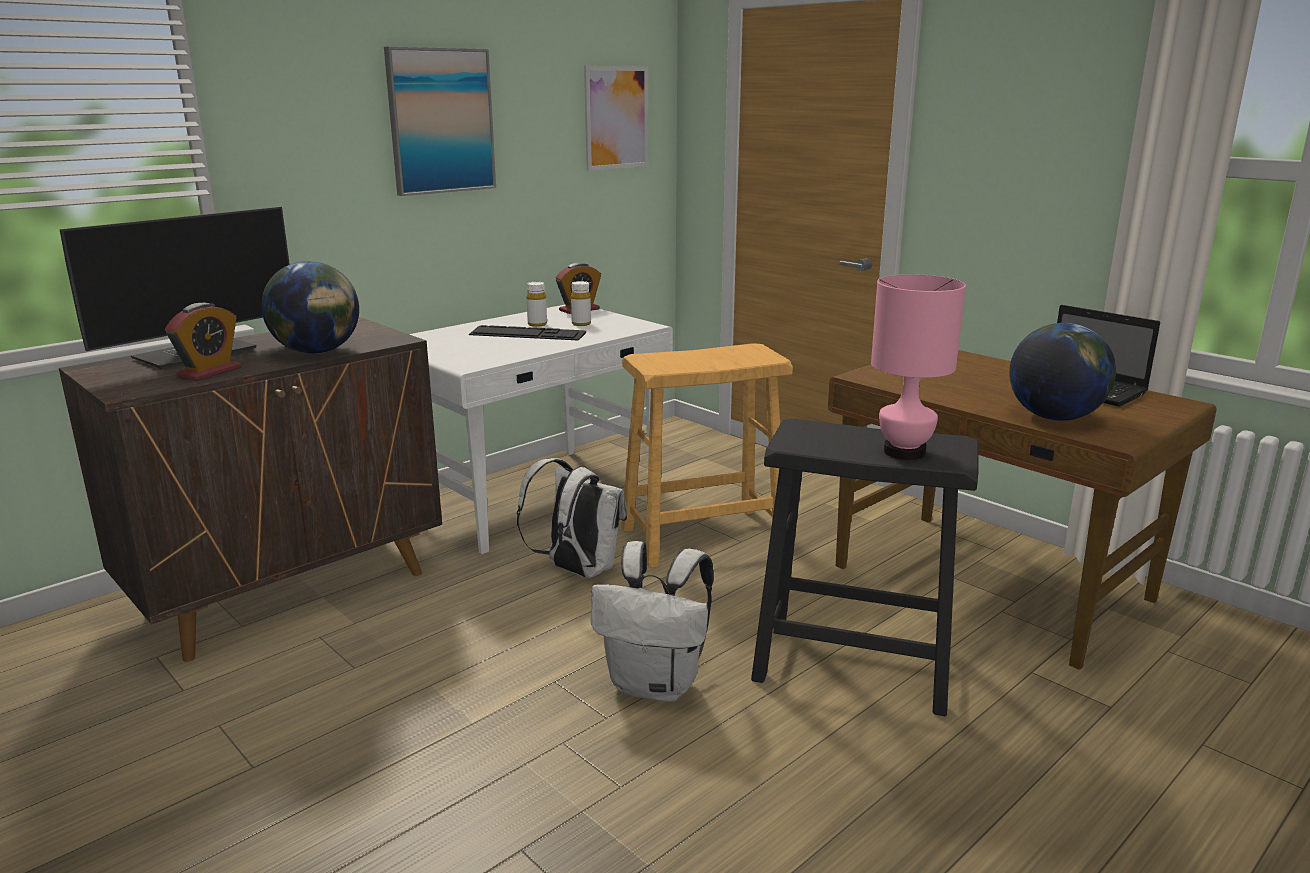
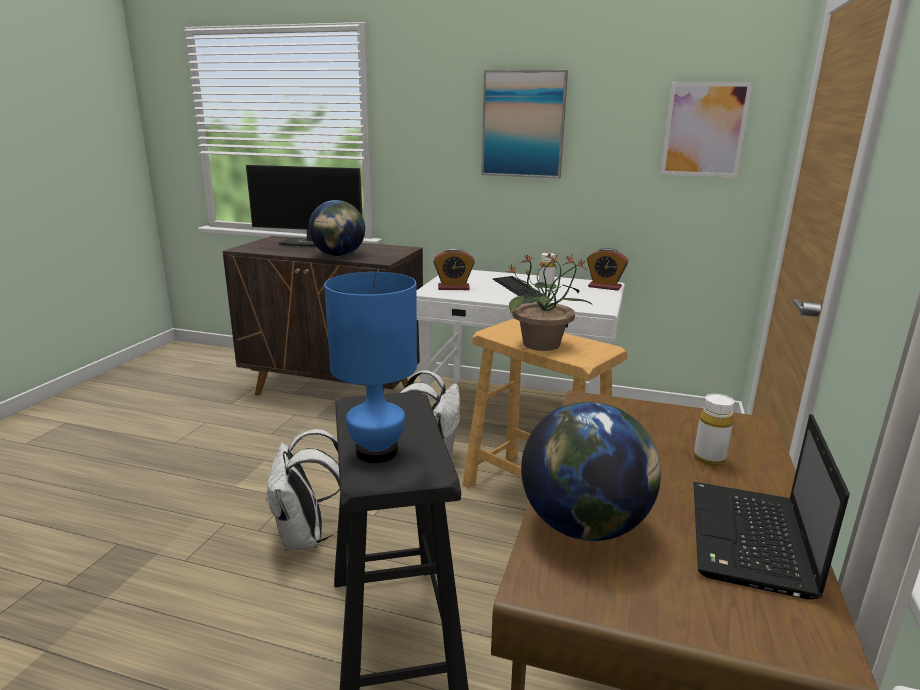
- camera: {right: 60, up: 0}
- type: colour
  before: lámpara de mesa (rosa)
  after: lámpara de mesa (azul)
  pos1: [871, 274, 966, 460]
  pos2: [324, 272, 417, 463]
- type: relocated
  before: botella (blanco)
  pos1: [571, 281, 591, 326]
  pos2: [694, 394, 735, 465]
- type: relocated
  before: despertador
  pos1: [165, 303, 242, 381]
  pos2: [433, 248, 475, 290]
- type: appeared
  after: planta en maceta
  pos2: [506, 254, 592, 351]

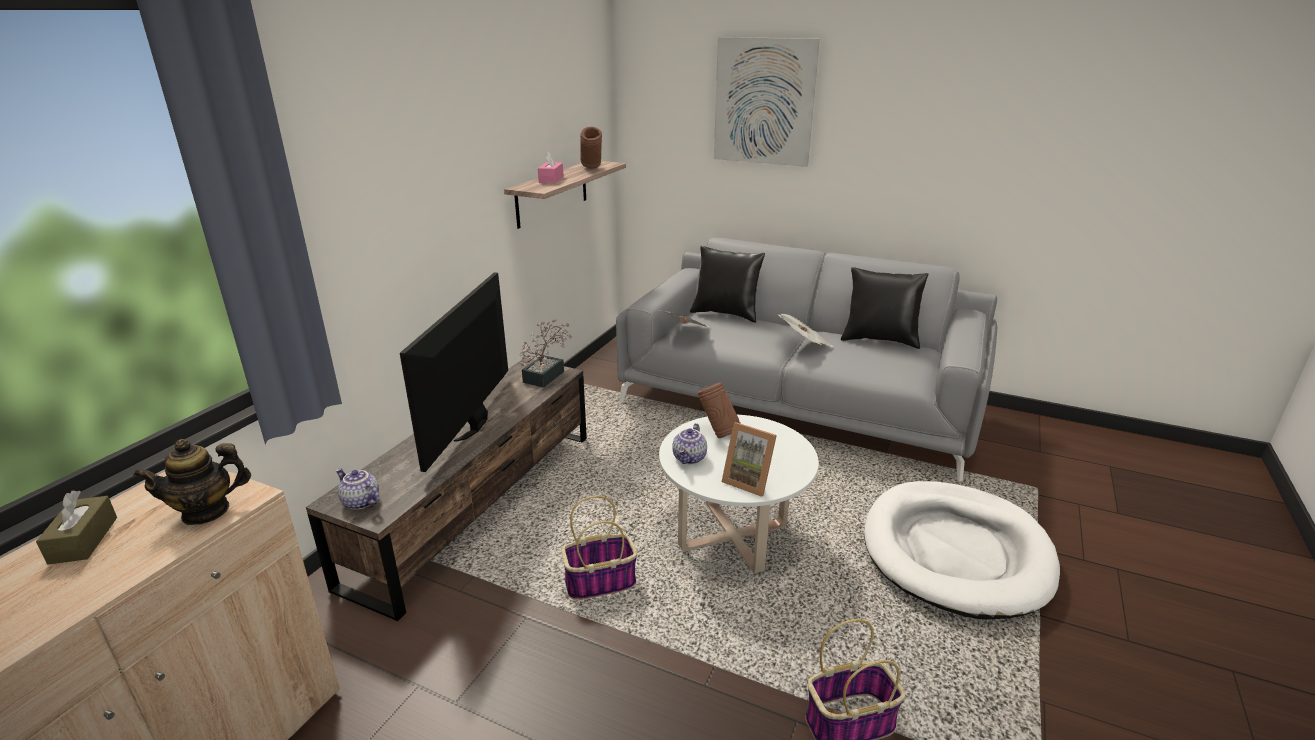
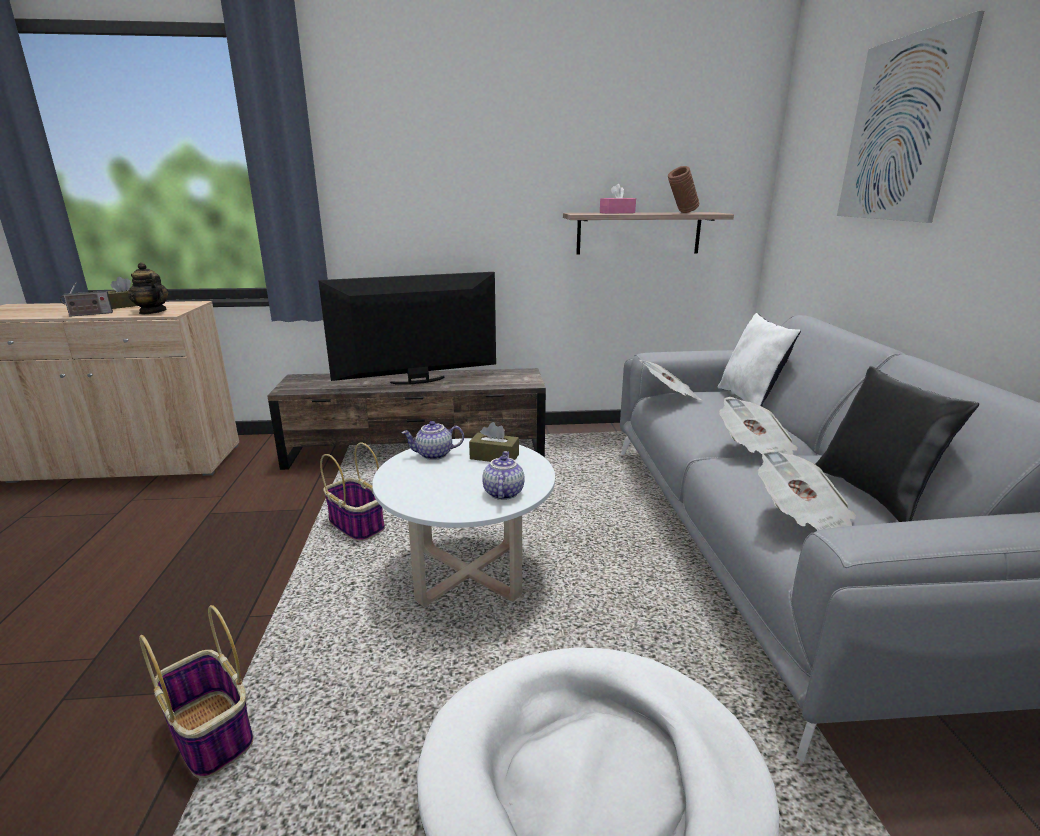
- camera: {right: 60, up: -5}
- type: colour
  before: cojín (negro)
  after: cojín (blanco)
  pos1: [690, 246, 765, 323]
  pos2: [718, 313, 801, 407]
- type: missing
  before: planta en maceta
  pos1: [520, 319, 572, 388]
- type: exchanged
  before: florero (marrón)
  after: caja de pañuelos (marrón)
  pos1: [698, 382, 741, 438]
  pos2: [469, 422, 519, 462]
- type: missing
  before: portarretratos
  pos1: [722, 422, 777, 497]
- type: relocated
  before: tetera
  pos1: [336, 468, 380, 510]
  pos2: [482, 451, 524, 500]
- type: appeared
  after: radio
  pos2: [60, 281, 113, 317]
- type: appeared
  after: periódico
  pos2: [758, 449, 856, 530]

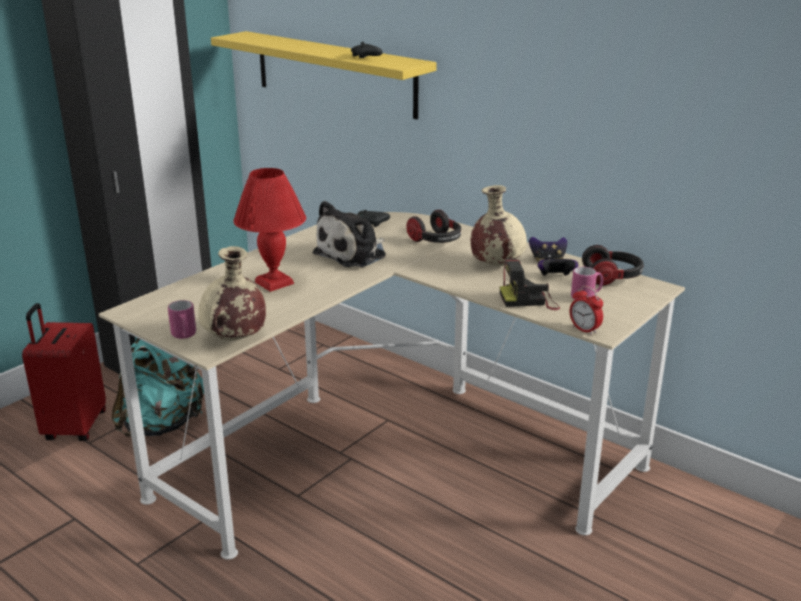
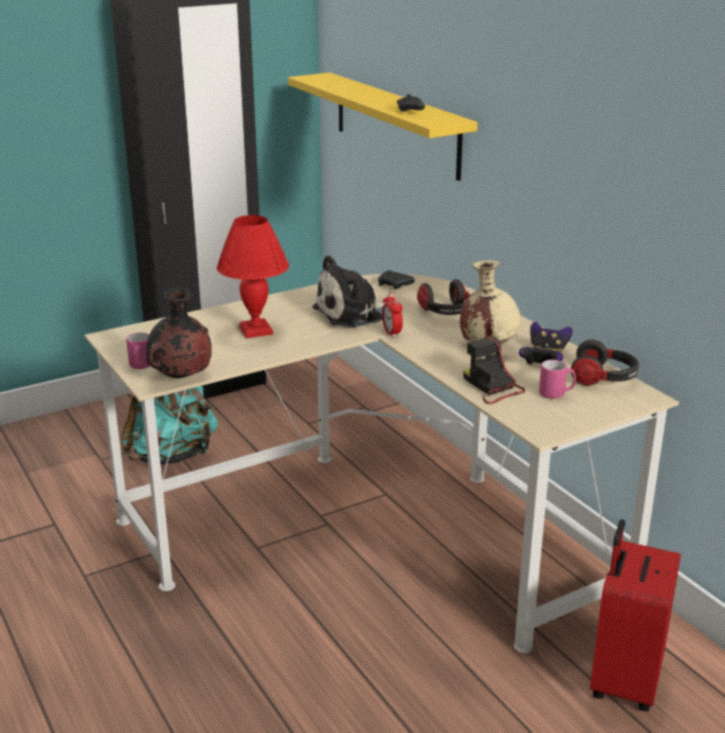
- camera: {right: 20, up: 0}
- type: colour
  before: florero (beis)
  after: florero (negro)
  pos1: [198, 246, 266, 341]
  pos2: [146, 287, 212, 378]
- type: spun
  before: cámara
  pos1: [500, 259, 560, 310]
  pos2: [463, 336, 525, 404]
  turn: 45
- type: relocated
  before: despertador
  pos1: [570, 286, 603, 335]
  pos2: [382, 292, 403, 338]
- type: relocated
  before: maleta (rojo)
  pos1: [22, 303, 106, 441]
  pos2: [590, 519, 681, 712]

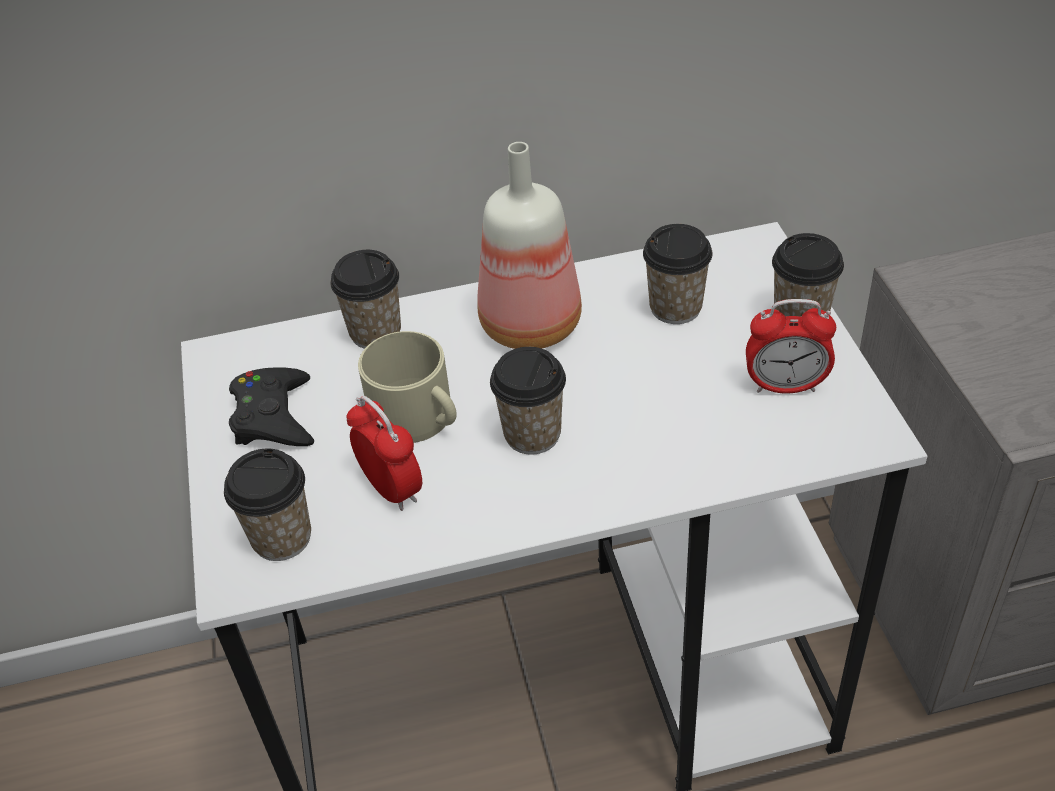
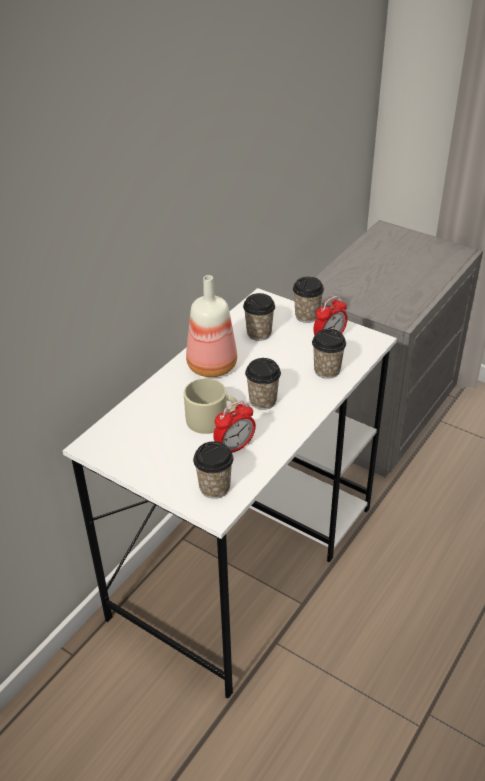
- camera: {right: -45, up: -5}
- type: relocated
  before: taza
  pos1: [330, 250, 401, 349]
  pos2: [312, 329, 346, 379]
- type: missing
  before: mando de consola (negro)
  pos1: [229, 367, 314, 446]
- type: spun
  before: despertador
  pos1: [346, 396, 422, 511]
  pos2: [213, 400, 256, 453]
  turn: 135

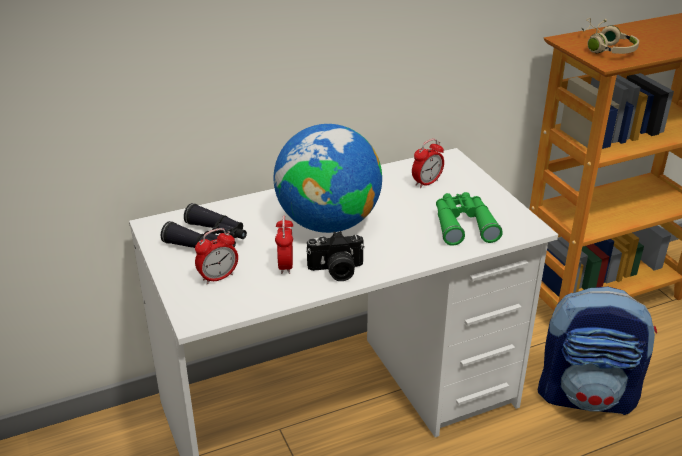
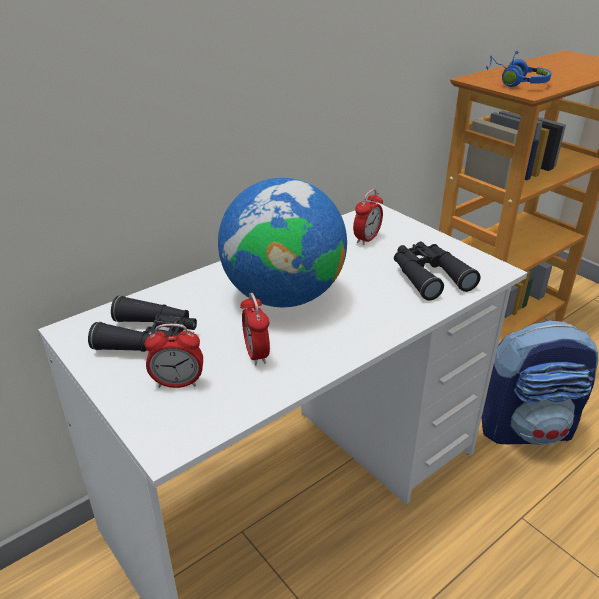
- camera: {right: -15, up: 0}
- type: colour
  before: auriculares (beis)
  after: auriculares (azul)
  pos1: [582, 18, 639, 54]
  pos2: [486, 51, 552, 87]
- type: colour
  before: prismáticos (verde)
  after: prismáticos (negro)
  pos1: [436, 192, 503, 246]
  pos2: [394, 242, 480, 301]
- type: spun
  before: despertador
  pos1: [195, 228, 238, 285]
  pos2: [145, 324, 203, 388]
  turn: 45
- type: missing
  before: cámara
  pos1: [307, 231, 365, 281]

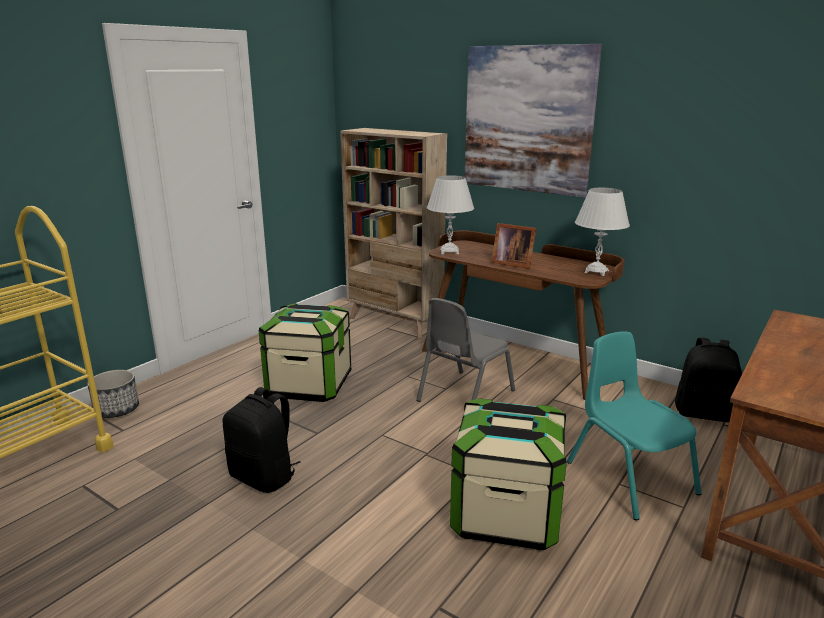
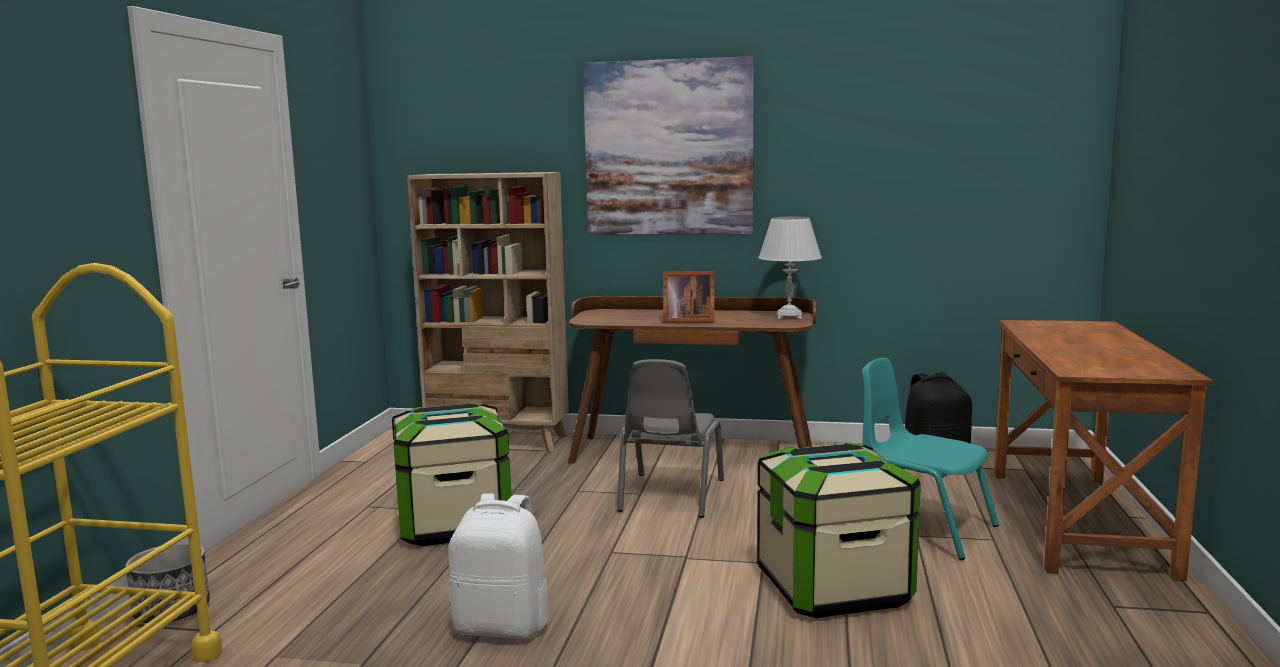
- camera: {right: -25, up: -10}
- type: missing
  before: lámpara de mesa (blanco)
  pos1: [427, 175, 474, 254]
- type: colour
  before: mochila (negro)
  after: mochila (blanco)
  pos1: [223, 387, 301, 493]
  pos2: [448, 493, 549, 639]

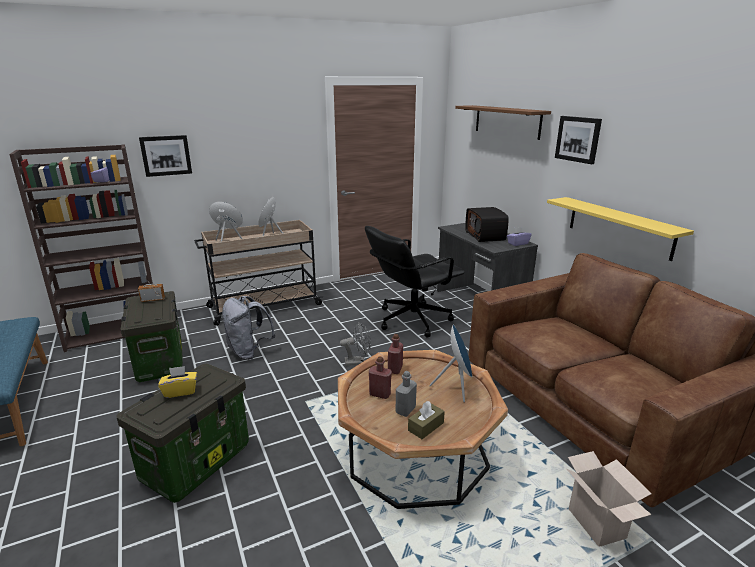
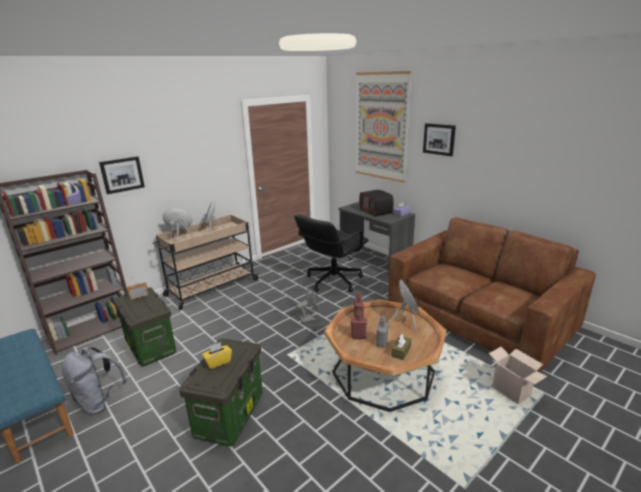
- camera: {right: -15, up: 0}
- type: exchanged
  before: estante (marrón)
  after: cuadro
  pos1: [455, 105, 551, 140]
  pos2: [356, 71, 412, 183]
- type: missing
  before: estante (amarillo)
  pos1: [547, 197, 694, 261]
- type: relocated
  before: mochila (gris)
  pos1: [222, 296, 276, 360]
  pos2: [63, 347, 127, 414]

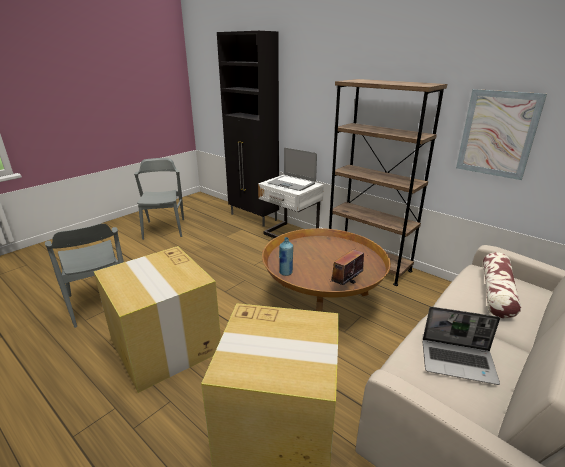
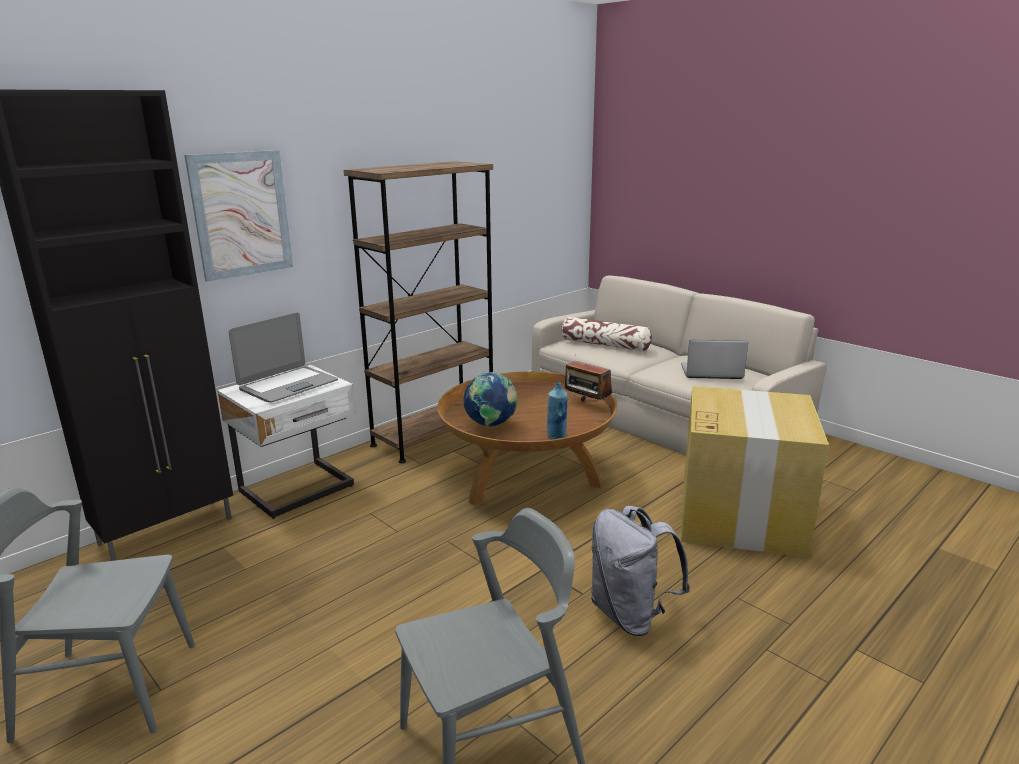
- camera: {right: -85, up: -5}
- type: relocated
  before: cuadro
  pos1: [456, 89, 547, 180]
  pos2: [185, 150, 293, 282]
- type: exchanged
  before: caja de cartón
  after: mochila (gris)
  pos1: [94, 246, 221, 393]
  pos2: [591, 505, 690, 636]
- type: spun
  before: portátil
  pos1: [422, 307, 500, 385]
  pos2: [681, 340, 748, 379]
  turn: -105
- type: appeared
  after: globo terráqueo
  pos2: [464, 372, 518, 428]

